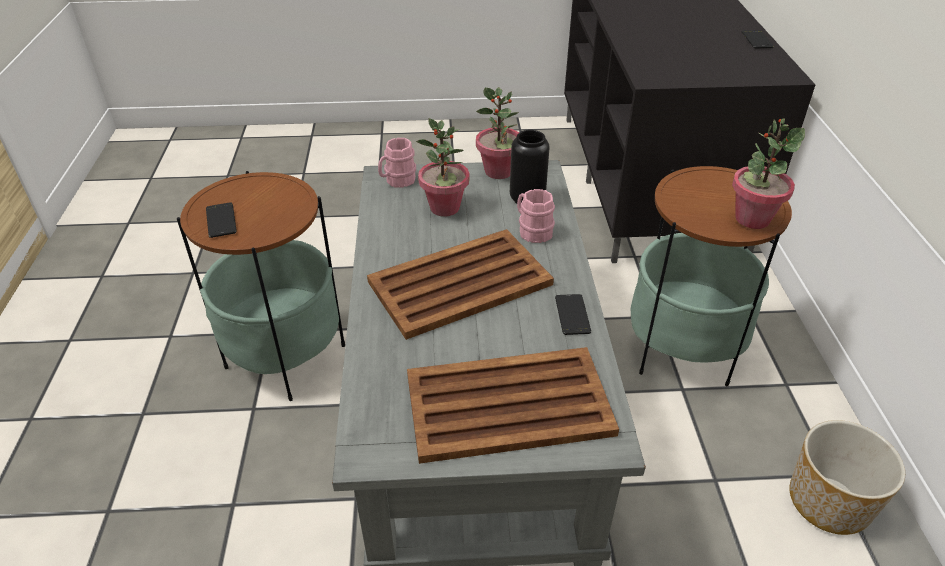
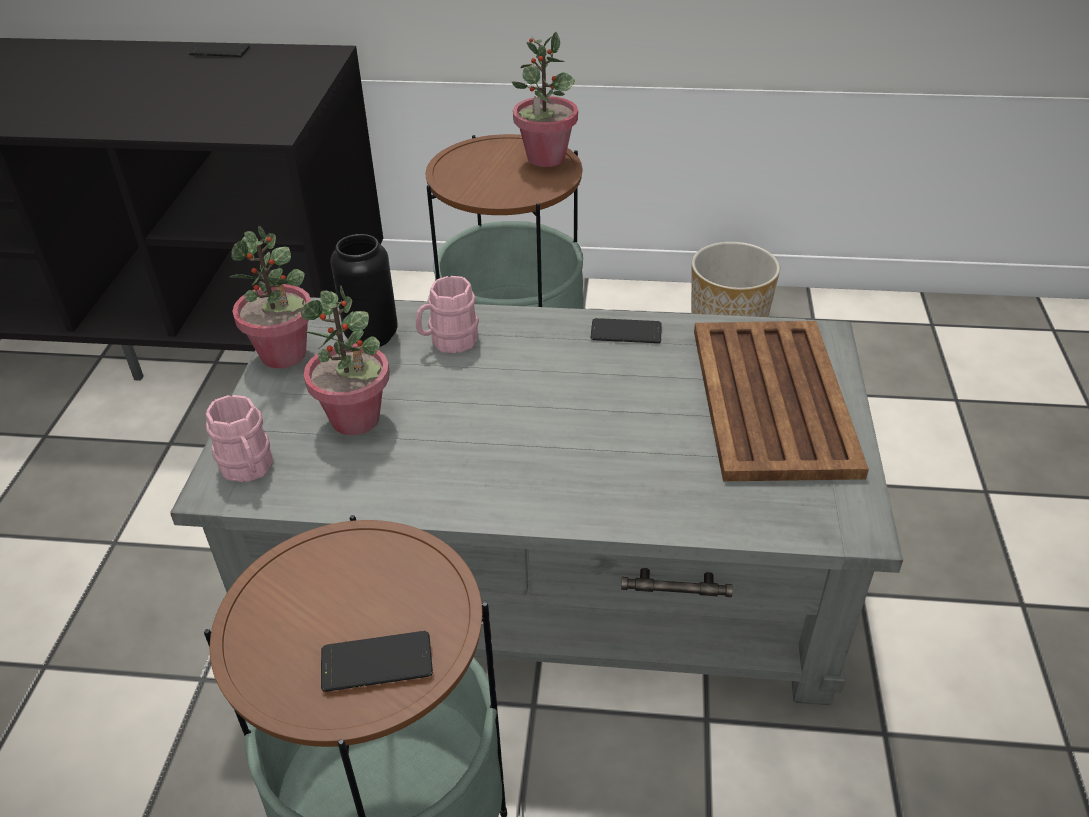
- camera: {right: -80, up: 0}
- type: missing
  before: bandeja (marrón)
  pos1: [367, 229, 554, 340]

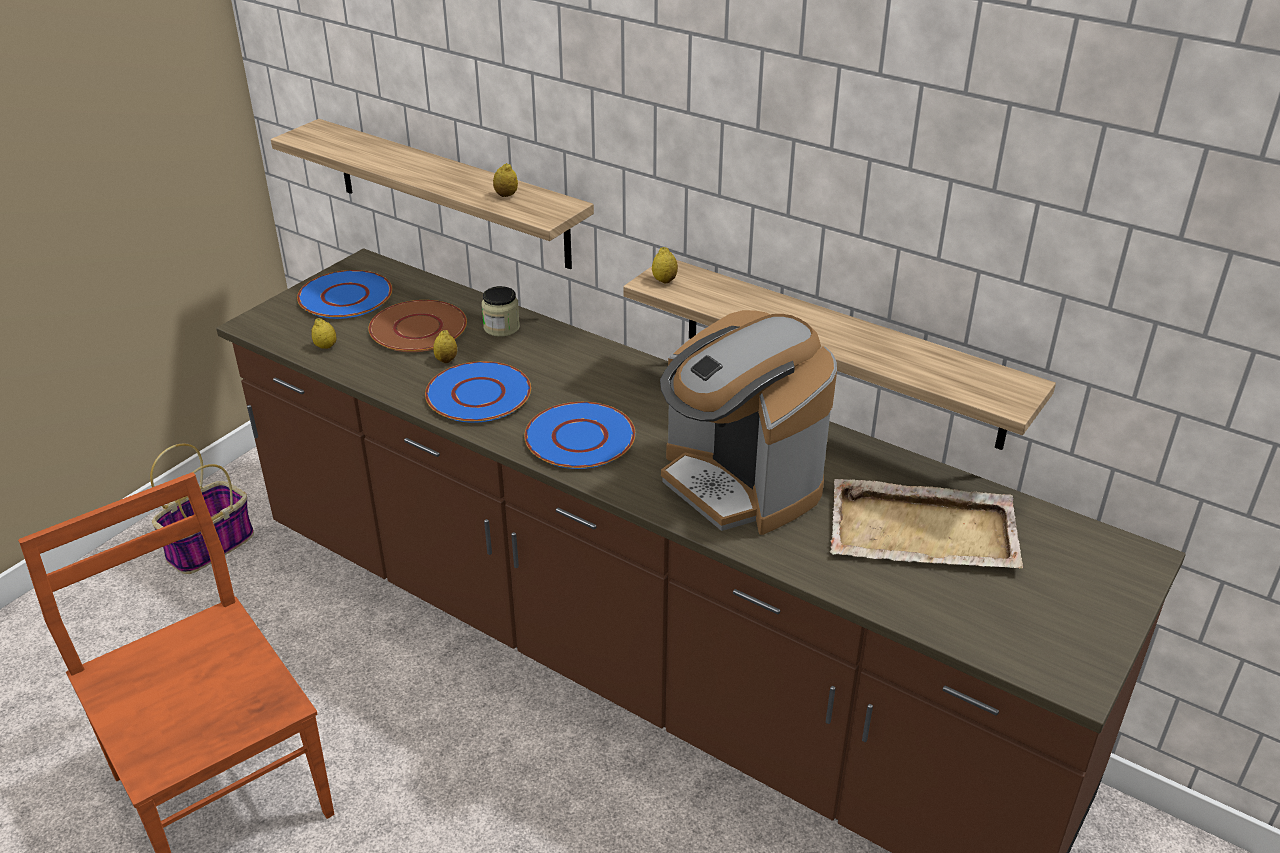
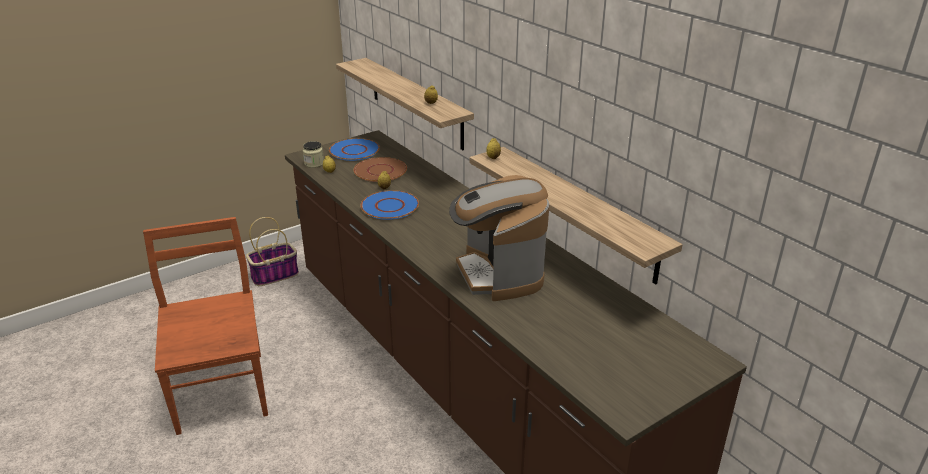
- camera: {right: 20, up: -5}
- type: relocated
  before: tarro
  pos1: [481, 286, 520, 337]
  pos2: [303, 141, 324, 168]
- type: missing
  before: plato (azul)
  pos1: [524, 402, 636, 469]
- type: missing
  before: bandeja (beis)
  pos1: [830, 479, 1023, 568]

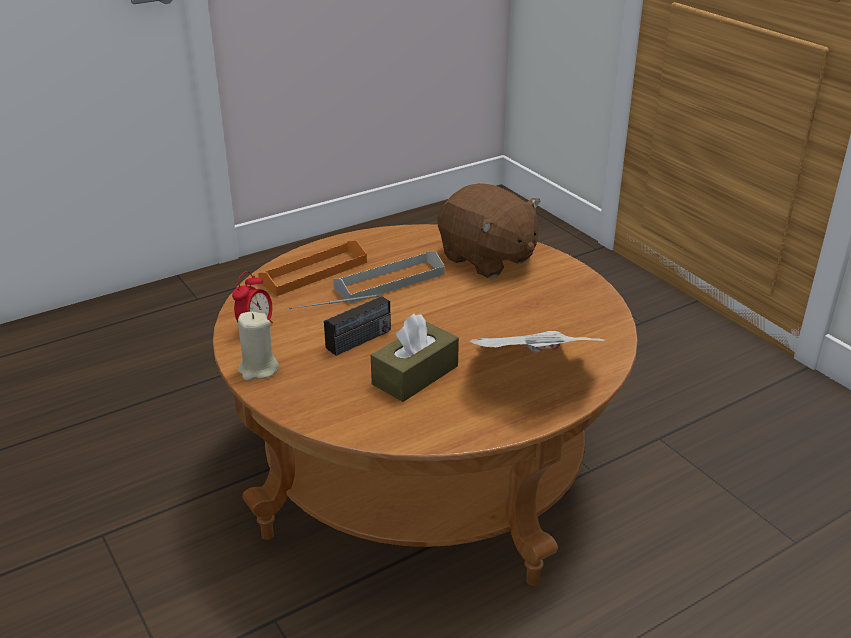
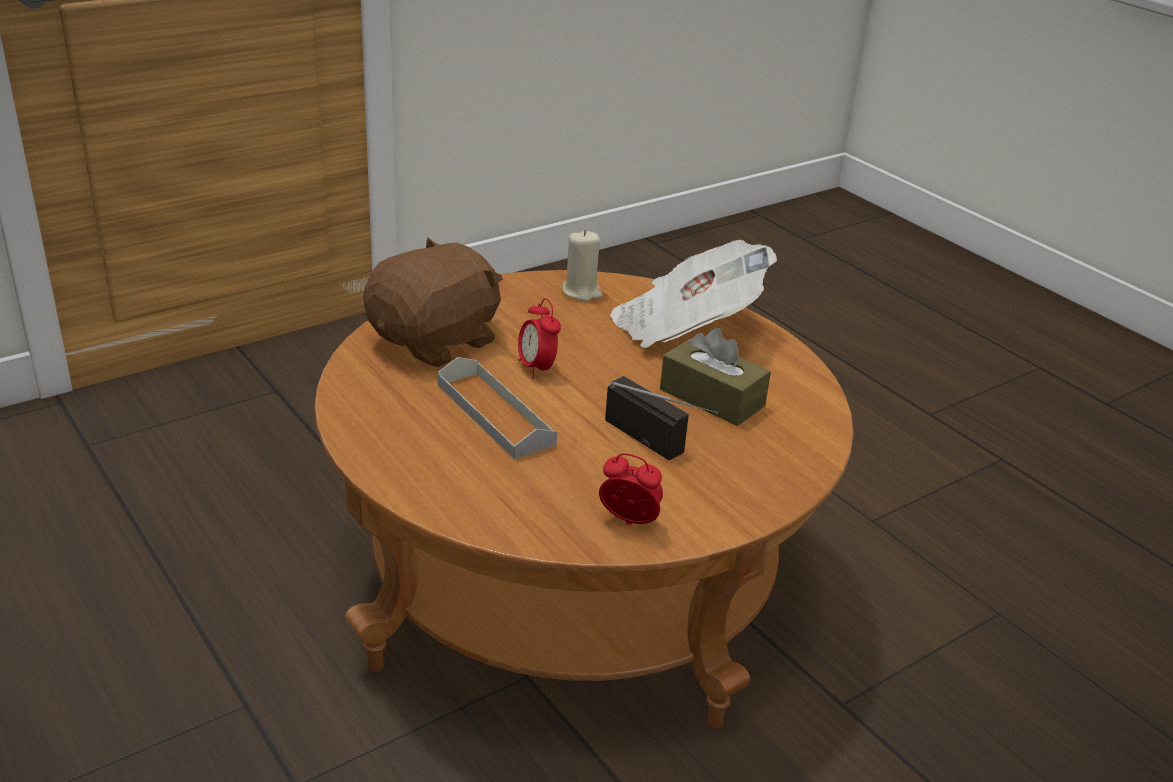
- camera: {right: -95, up: 0}
- type: missing
  before: bandeja (naranja)
  pos1: [258, 240, 367, 296]
- type: relocated
  before: vela (beis)
  pos1: [238, 312, 279, 381]
  pos2: [562, 230, 602, 301]
- type: appeared
  after: despertador
  pos2: [518, 298, 561, 379]

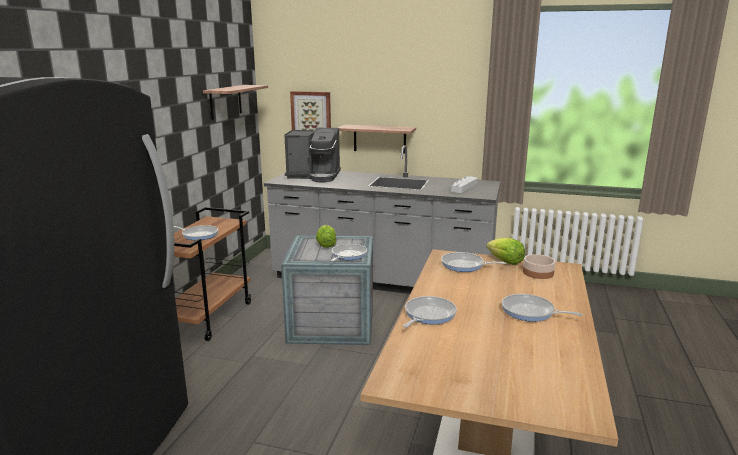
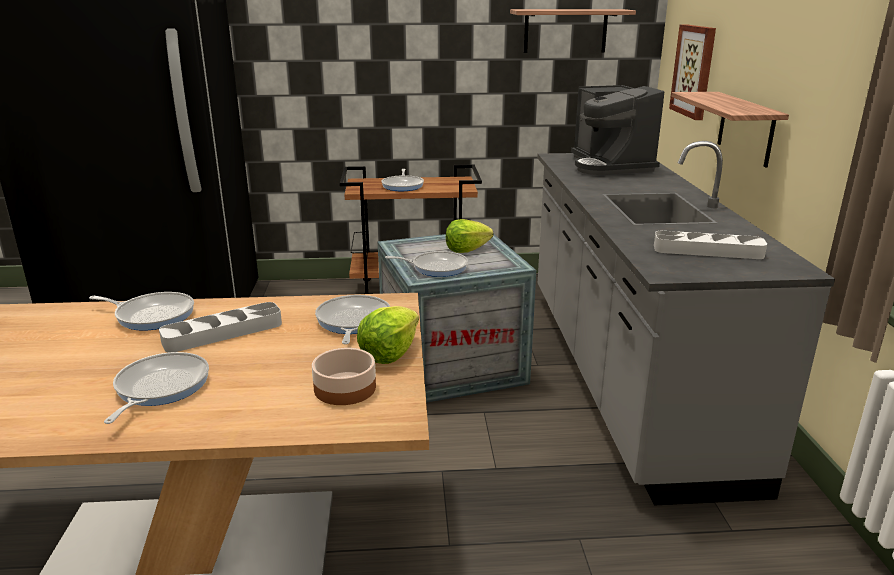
- camera: {right: 70, up: 5}
- type: appeared
  after: bandeja (gris)
  pos2: [159, 302, 282, 353]

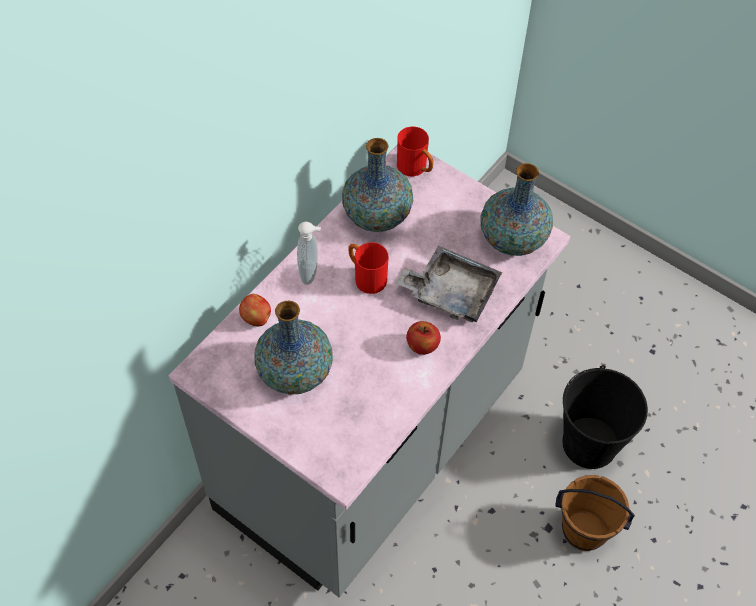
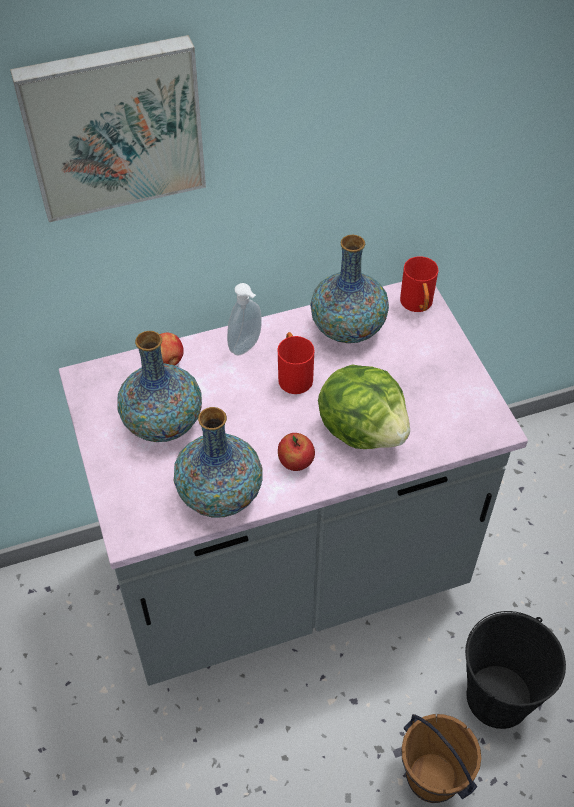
- camera: {right: 35, up: -5}
- type: relocated
  before: florero
  pos1: [480, 163, 553, 256]
  pos2: [174, 407, 262, 518]
- type: exchanged
  before: bandeja (gris)
  after: lechuga
  pos1: [396, 246, 502, 322]
  pos2: [318, 364, 410, 449]
- type: appeared
  after: cuadro
  pos2: [10, 35, 206, 222]

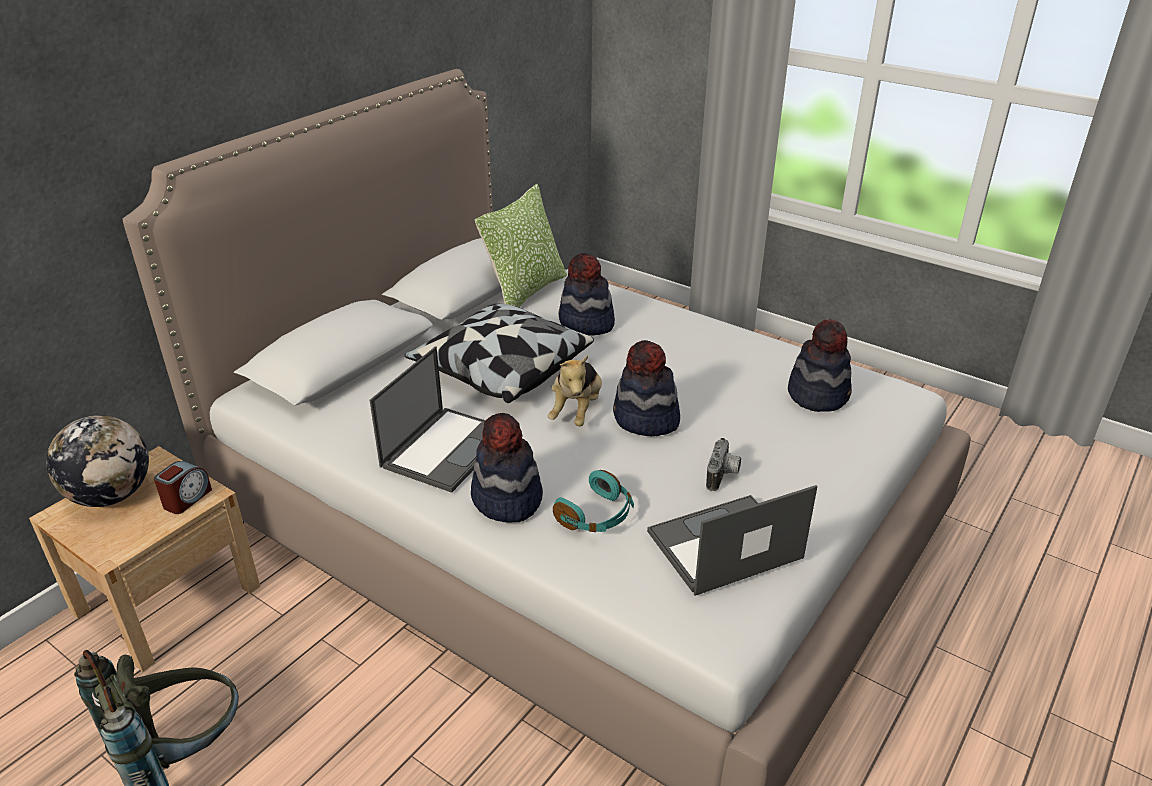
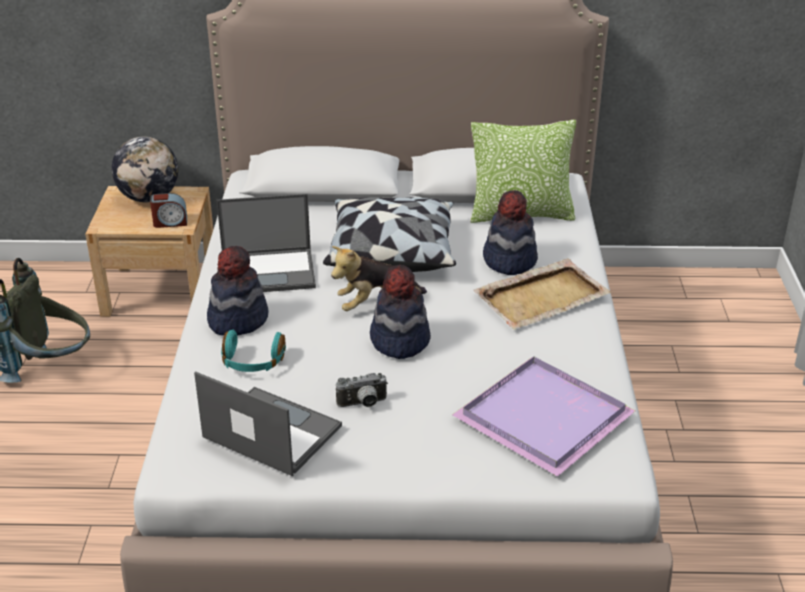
- camera: {right: 55, up: 0}
- type: exchanged
  before: sombrero
  after: bandeja (morado)
  pos1: [788, 319, 852, 412]
  pos2: [452, 357, 636, 477]
- type: appeared
  after: bandeja (beis)
  pos2: [473, 258, 611, 330]

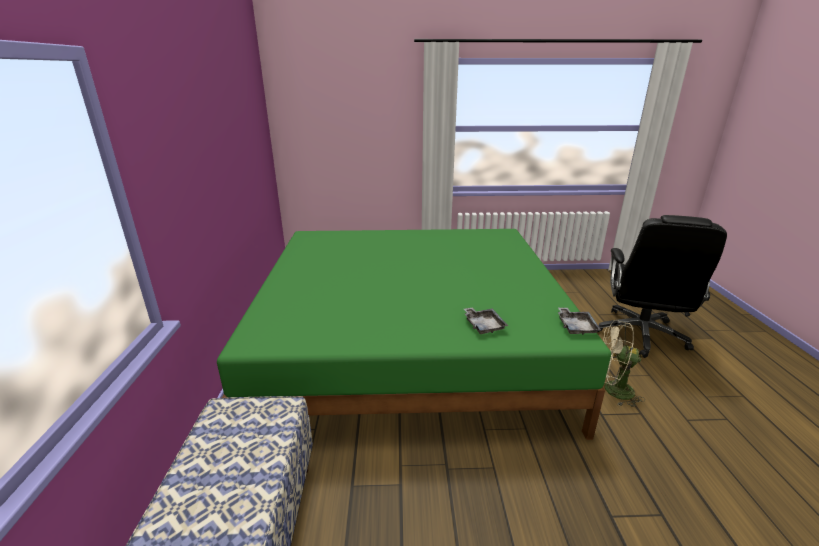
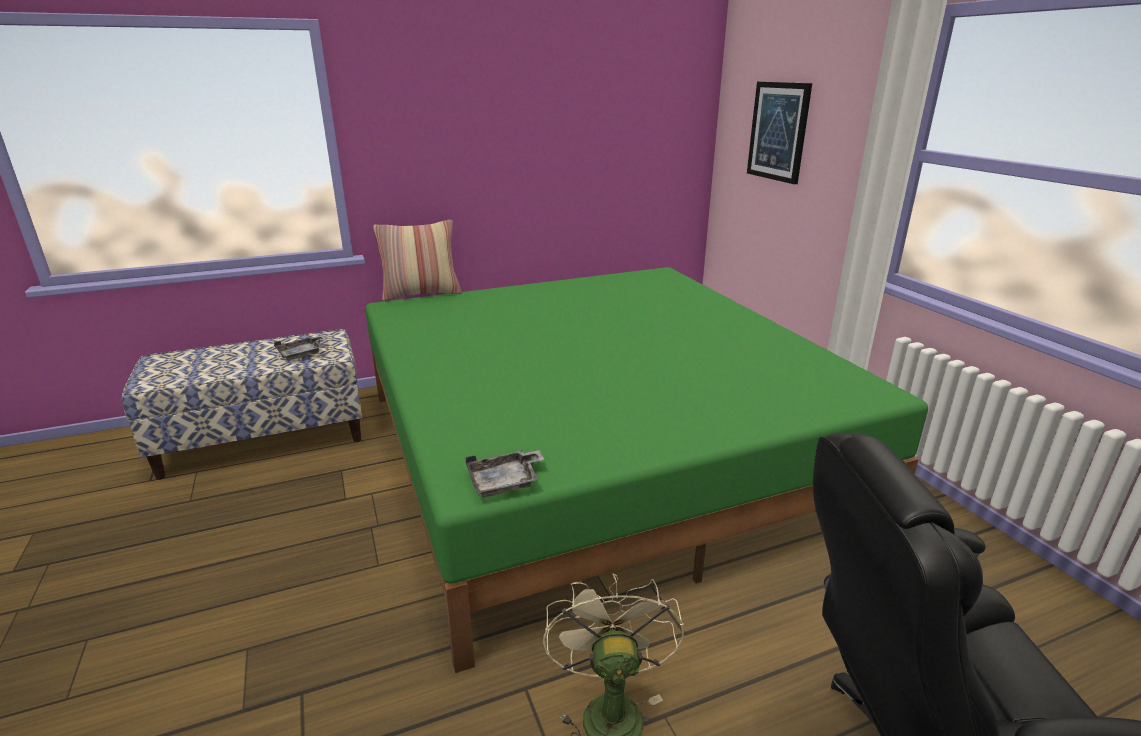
- camera: {right: 70, up: 0}
- type: relocated
  before: bandeja (gris)
  pos1: [464, 307, 508, 334]
  pos2: [274, 335, 327, 360]
- type: appeared
  after: cuadro
  pos2: [747, 82, 812, 184]
- type: appeared
  after: cojín
  pos2: [373, 220, 461, 301]

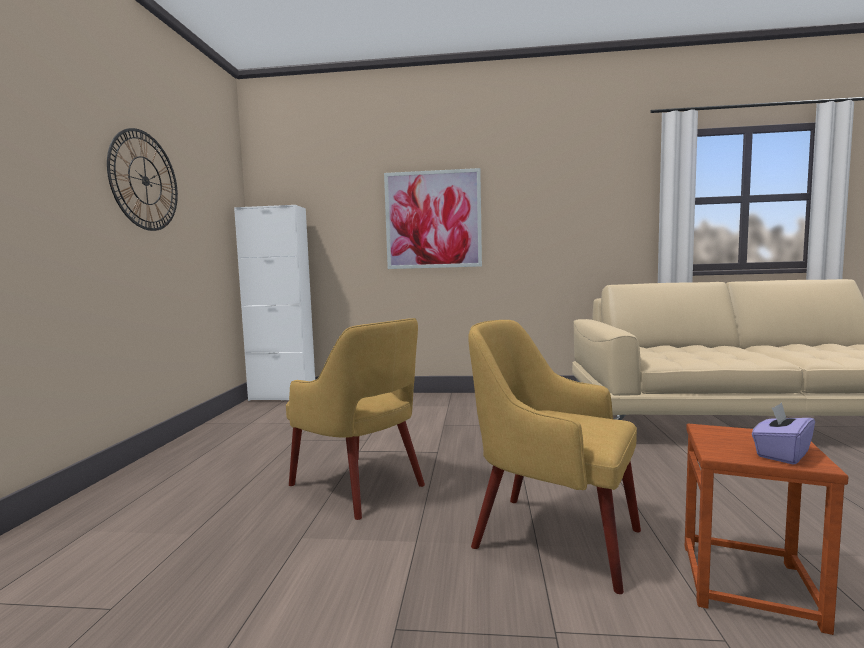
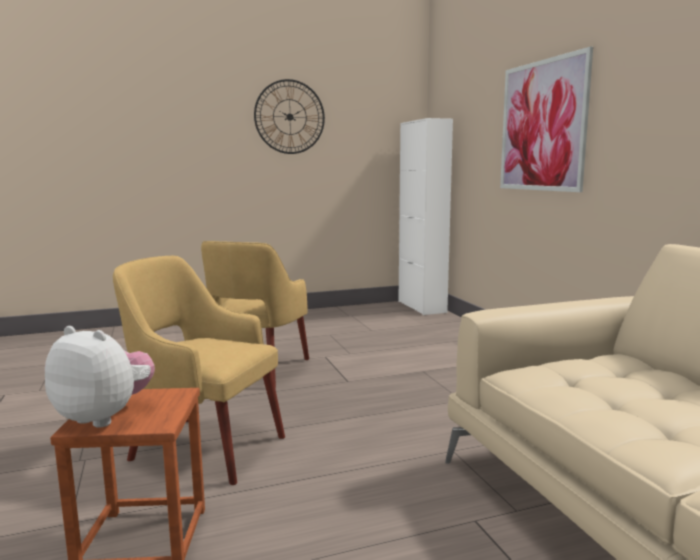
- camera: {right: 65, up: 5}
- type: spun
  before: sillón (amarillo)
  pos1: [468, 320, 641, 594]
  pos2: [113, 256, 285, 485]
  turn: -75
- type: exchanged
  before: caja de pañuelos (morado)
  after: peluche
  pos1: [752, 402, 815, 465]
  pos2: [45, 326, 155, 428]

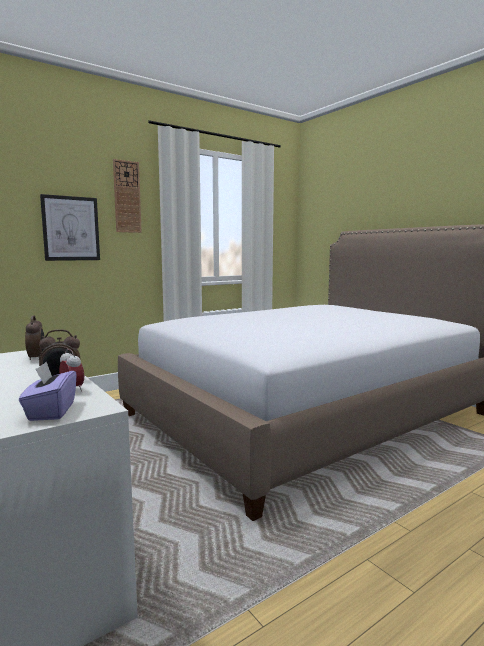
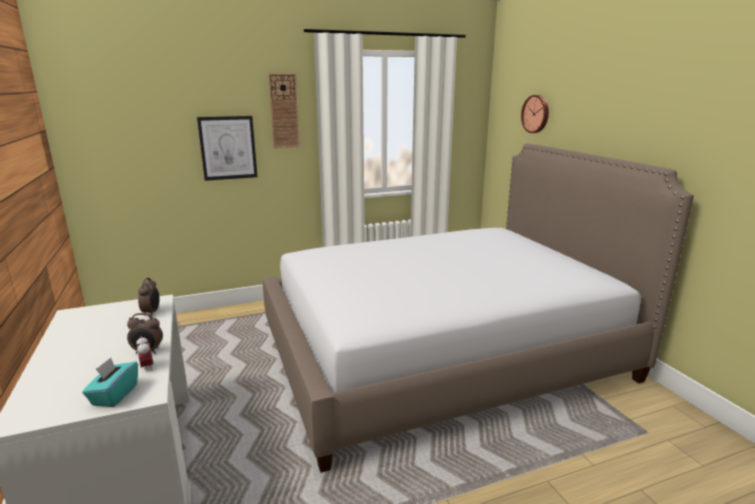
- camera: {right: 15, up: 10}
- type: colour
  before: caja de pañuelos (morado)
  after: caja de pañuelos (turquesa)
  pos1: [19, 362, 77, 421]
  pos2: [82, 357, 138, 407]
- type: appeared
  after: reloj de pared
  pos2: [521, 95, 549, 133]

